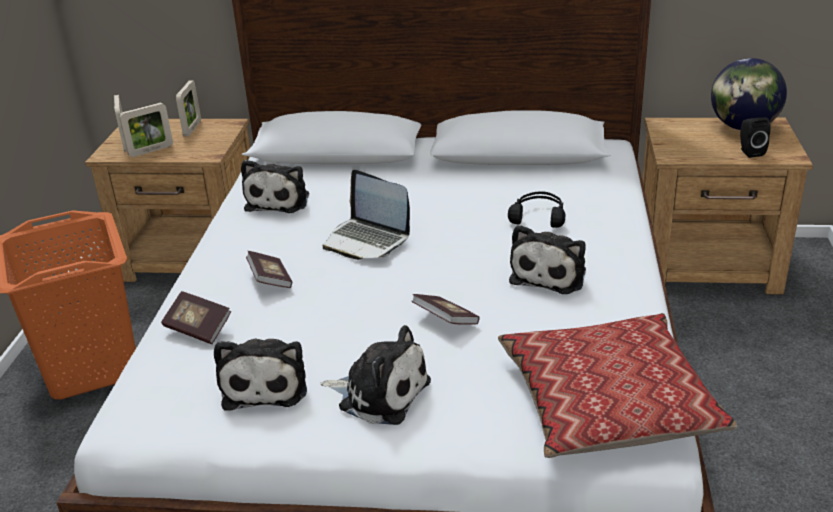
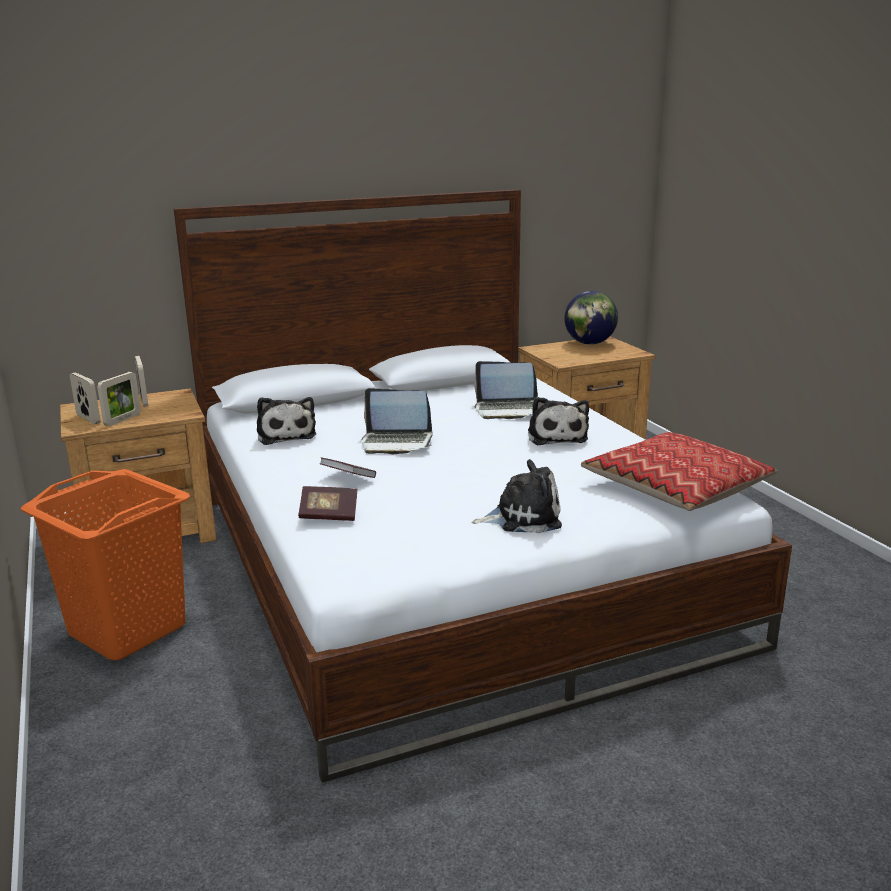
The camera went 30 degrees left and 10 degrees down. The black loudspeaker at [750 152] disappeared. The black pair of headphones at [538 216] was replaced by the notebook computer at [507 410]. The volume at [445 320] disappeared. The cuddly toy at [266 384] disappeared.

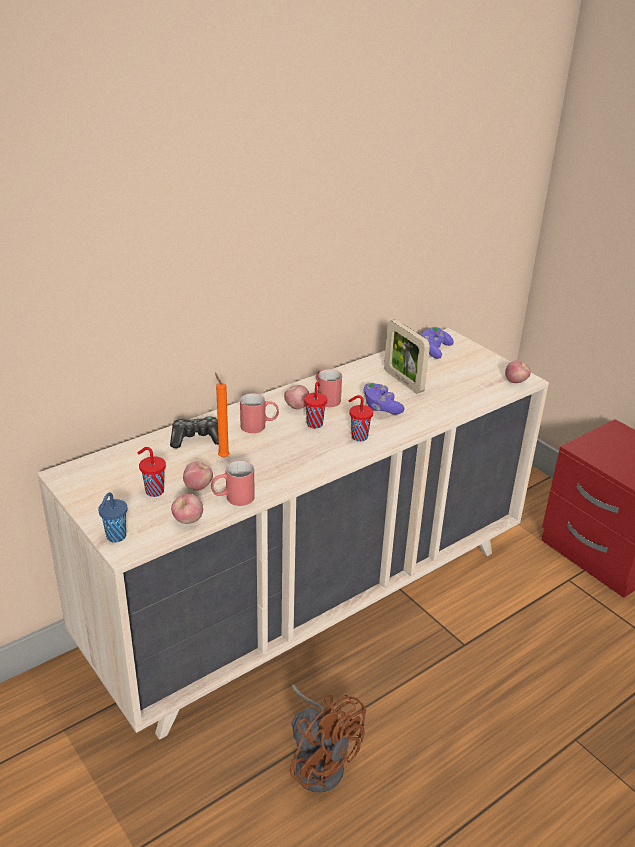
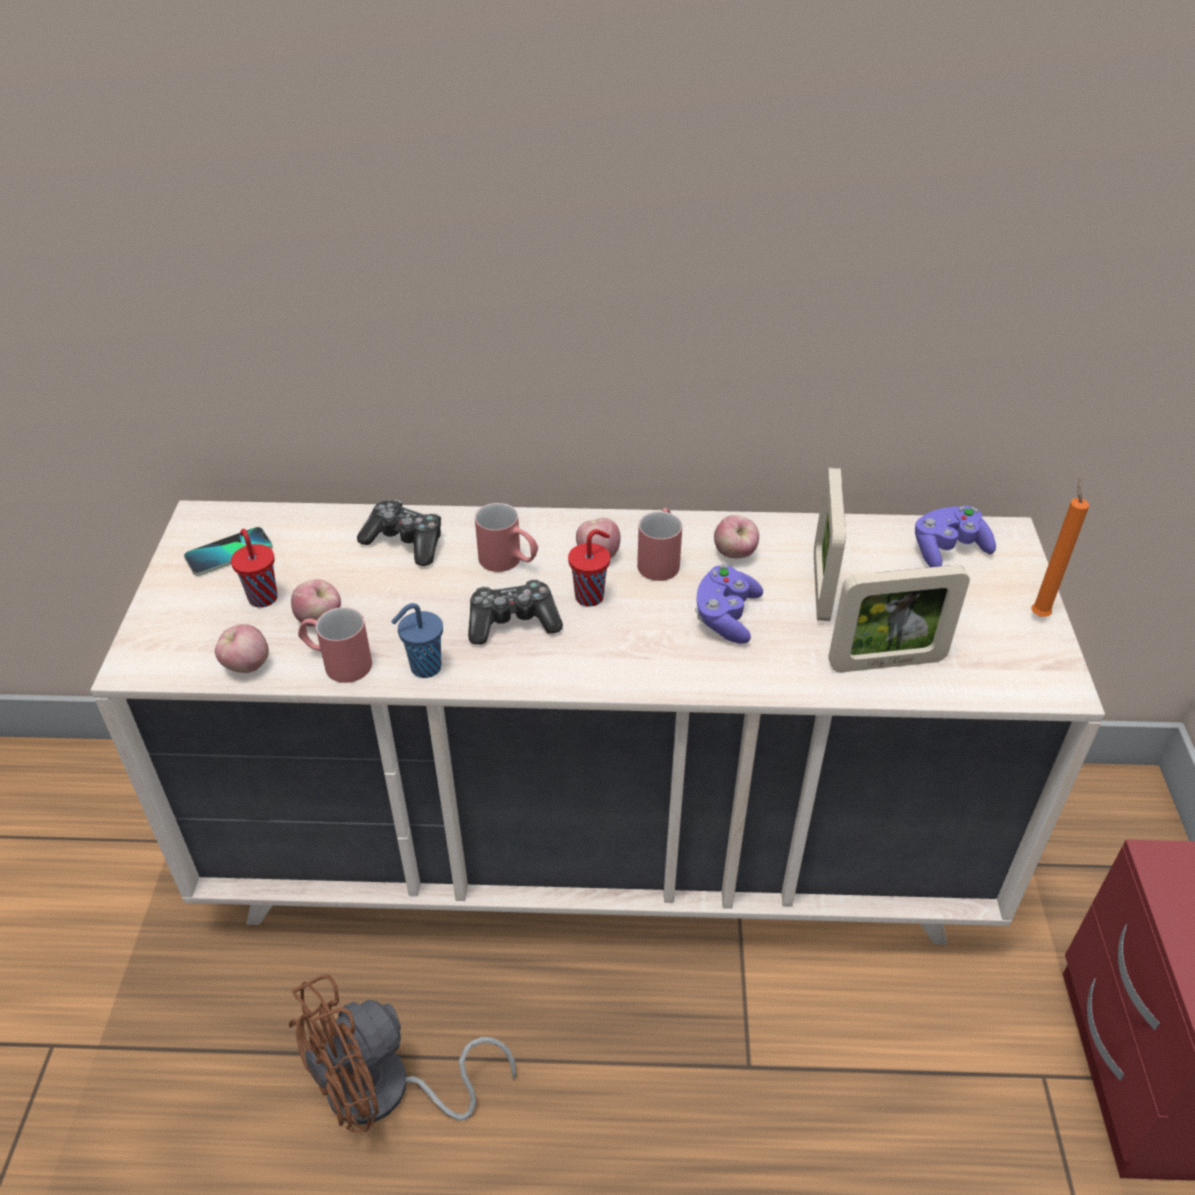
The camera went 40 degrees right and 10 degrees up. The apple moved from [516 382] to [734 554]. The orange-coloured candle moved from [222 456] to [1038 613]. The red-coloured drinking cup at [358 437] disappeared. The blue-coloured drinking cup moved from [115 537] to [424 668]. The brownish fan at [319 760] turned 60 degrees clockwise. The telephone at [229 553] appeared. The picture frame at [886 662] appeared. The game controller at [513 622] appeared.

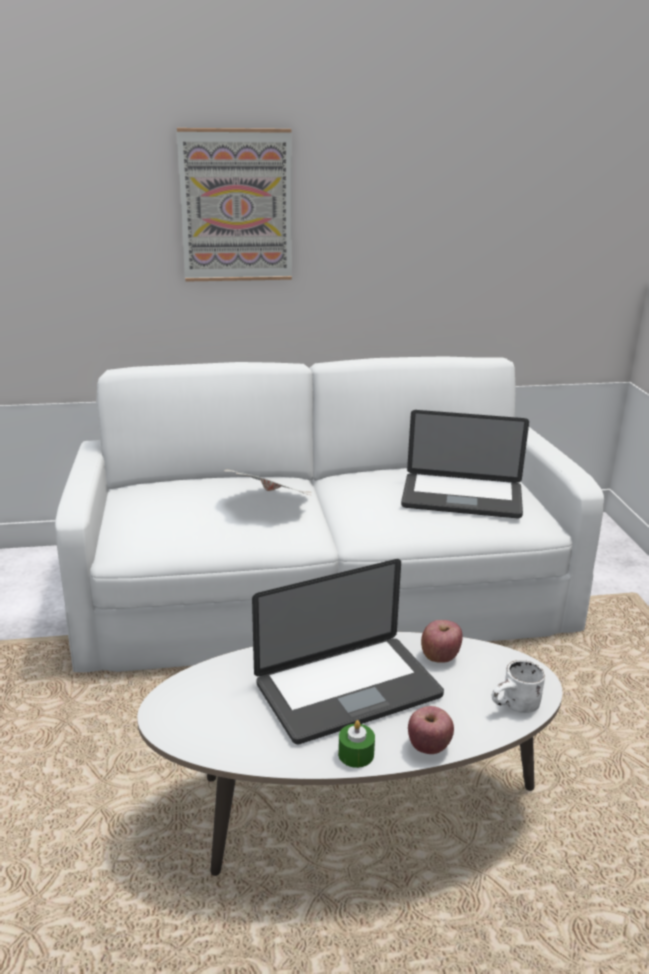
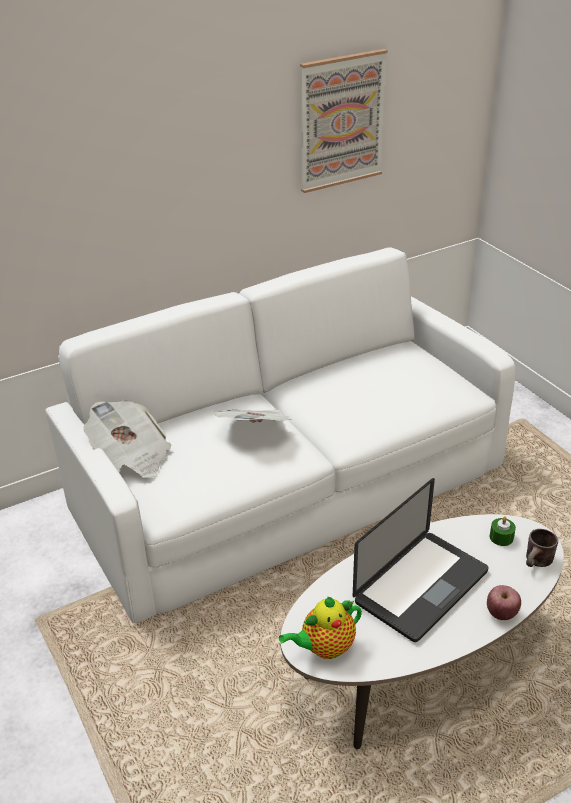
The camera went 20 degrees left and 10 degrees up. The picture moved from [236 206] to [341 121]. The notebook computer at [461 497] disappeared. The apple at [440 656] disappeared. The whitish mug at [517 707] became the brownish mug at [538 563]. The green-coloured candle moved from [356 754] to [501 537]. The daily paper at [131 455] appeared. The pot for tea at [324 648] appeared.

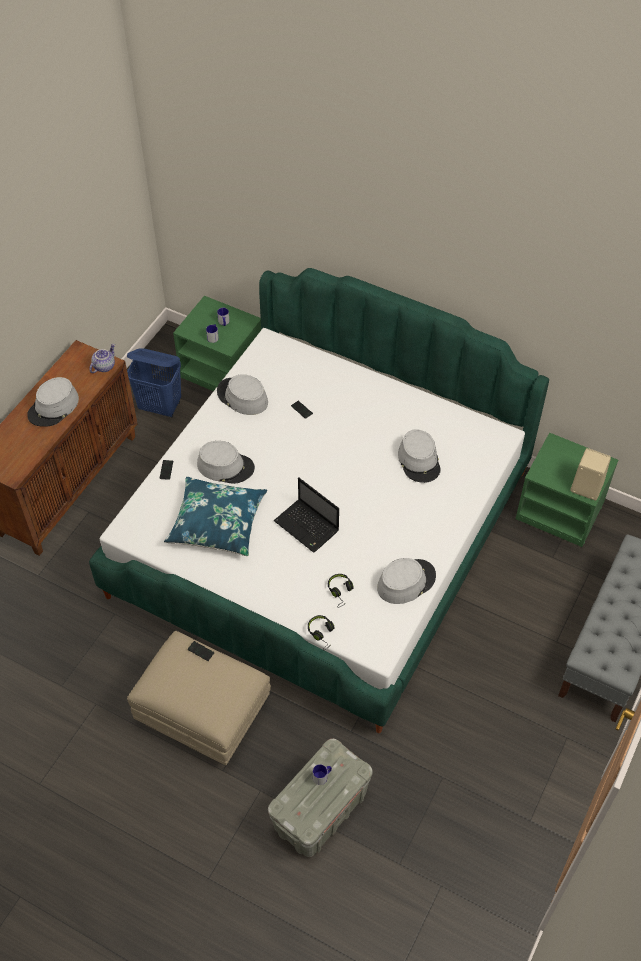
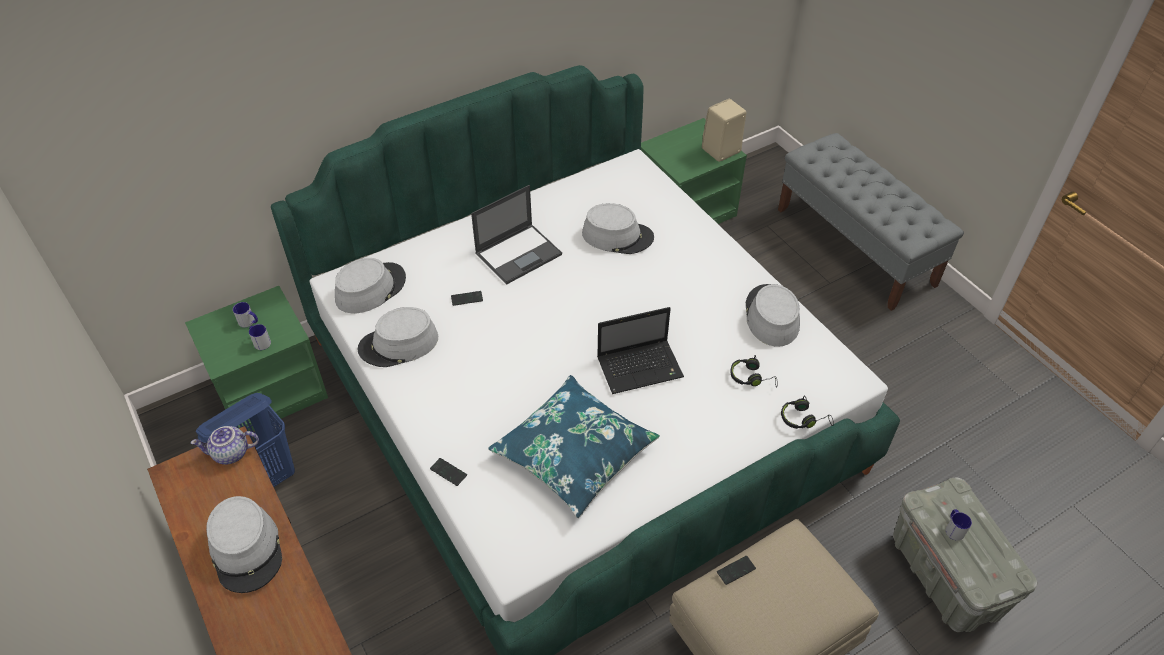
The camera went 60 degrees left and 5 degrees down. The pot for tea at [104 366] turned 75 degrees counterclockwise. The grey clothing hat moved from [225 466] to [370 288]. The notebook computer at [519 253] appeared.

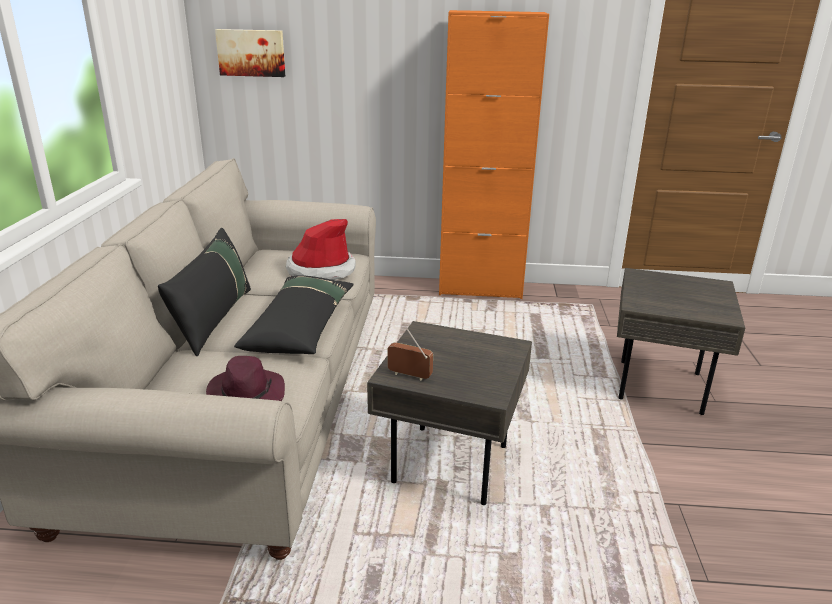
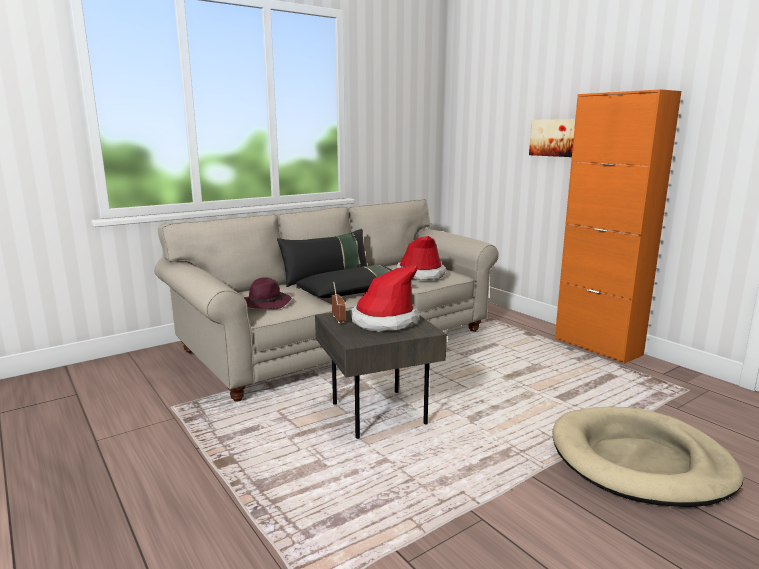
The camera went 50 degrees right and 10 degrees down. The picture moved from [251 52] to [555 137]. The grey accent table at [662 385] was replaced by the sand-coloured dog bed at [640 461]. The clothing hat at [384 321] appeared.

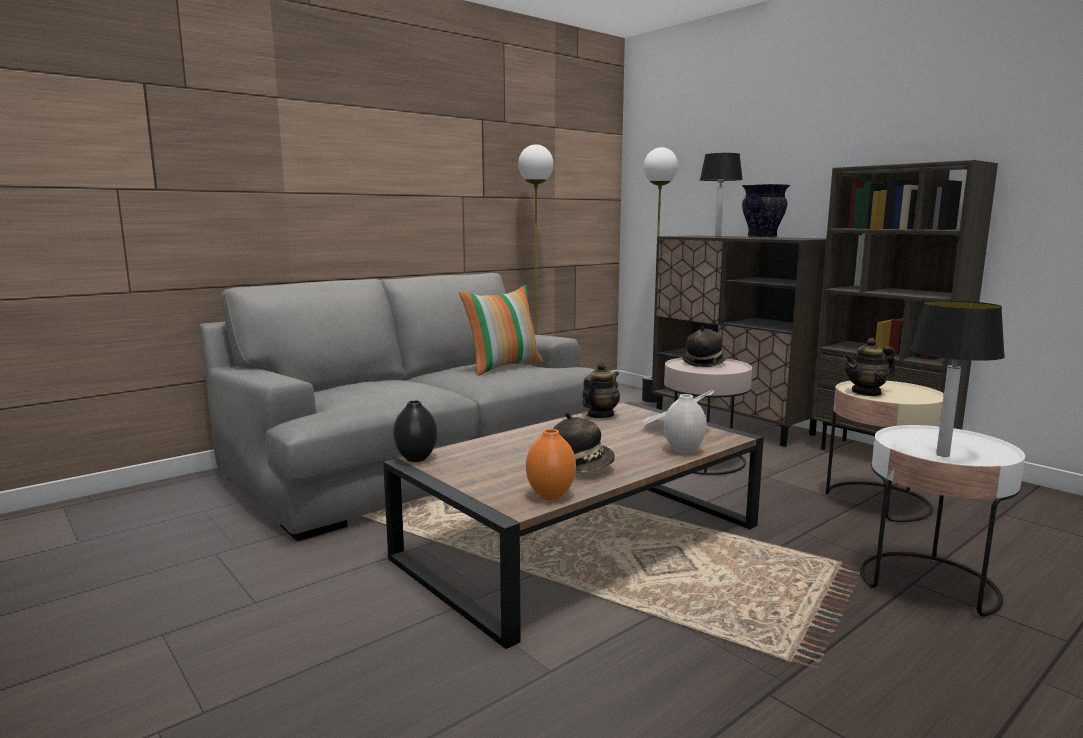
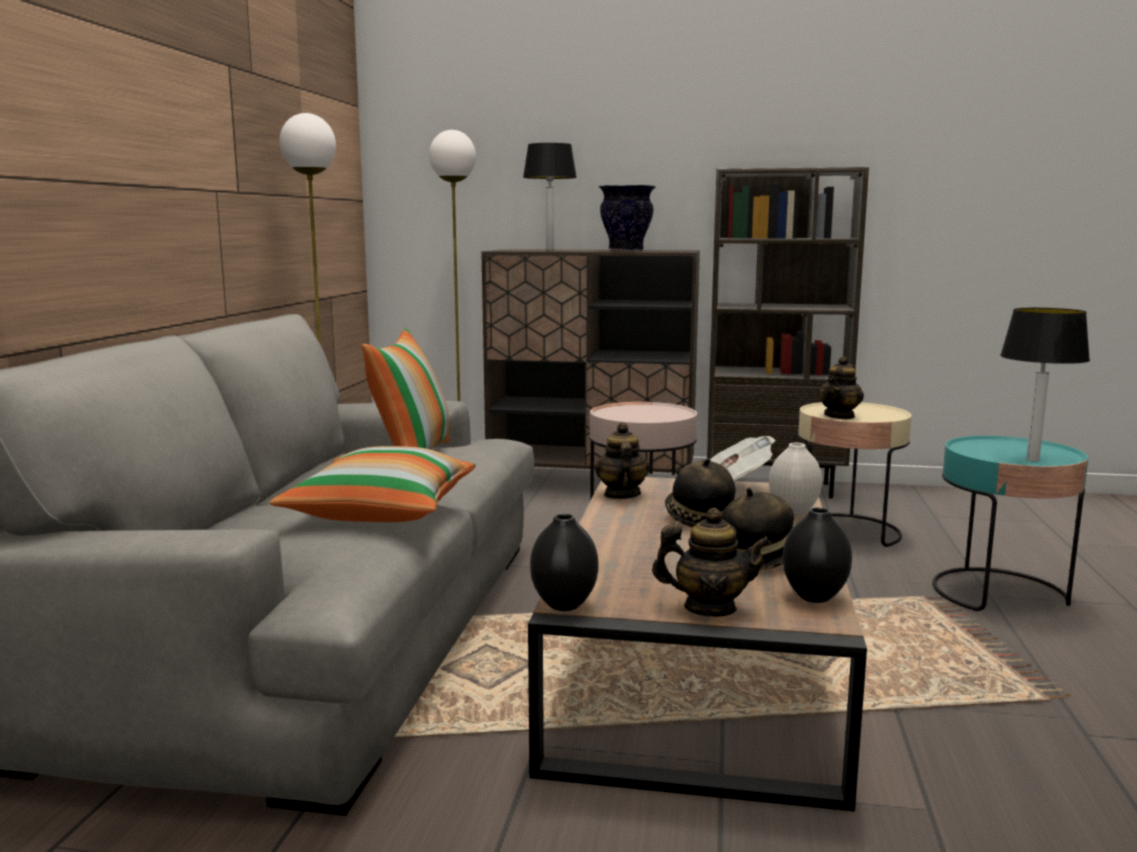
The camera went 40 degrees left and 0 degrees up. The clothing hat moved from [703 363] to [700 519]. The whitish accent table at [929 584] became the turquoise-coloured accent table at [999 593]. The orange-coloured decorative vase at [550 495] became the black decorative vase at [813 597]. The pillow at [381 511] appeared. The pot for tea at [709 608] appeared.

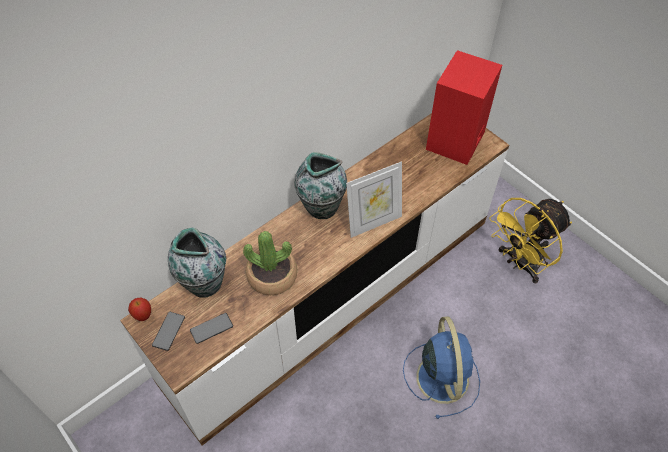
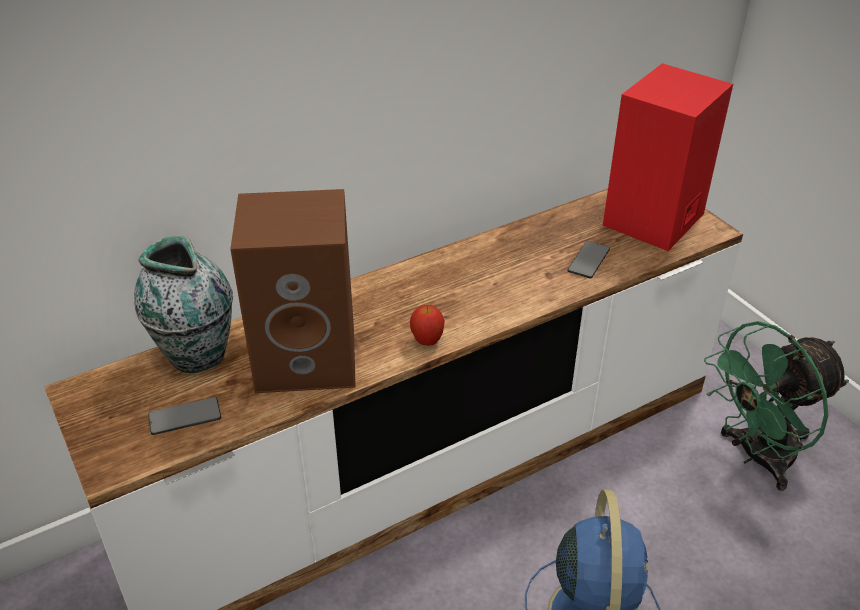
The camera went 10 degrees right and 15 degrees down. The decorative vase at [321 207] disappeared. The picture frame at [373 222] disappeared. The yellow-coloured fan at [520 263] became the green-coloured fan at [756 457]. The plant in a pot at [272 276] was replaced by the brownish loudspeaker at [309 358]. The apple moved from [143 316] to [427 341]. The telephone moved from [169 331] to [588 260].

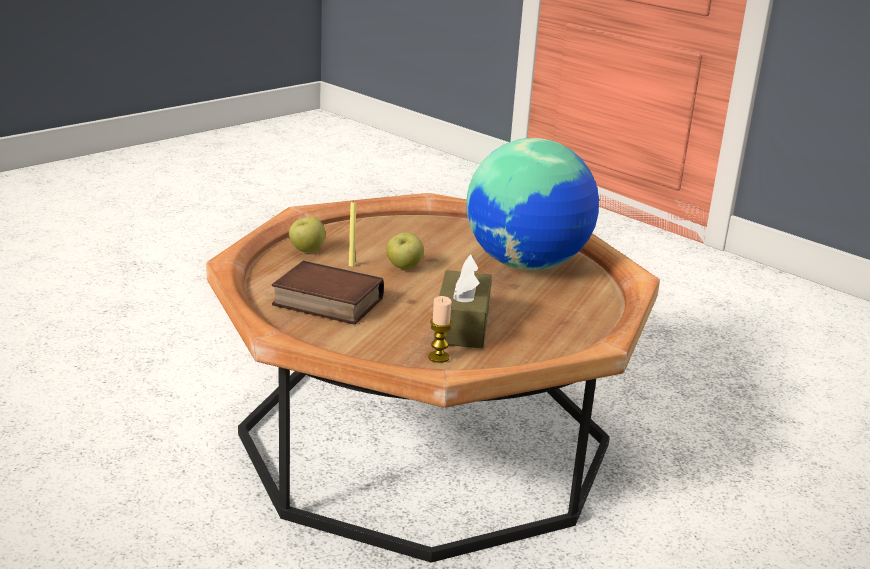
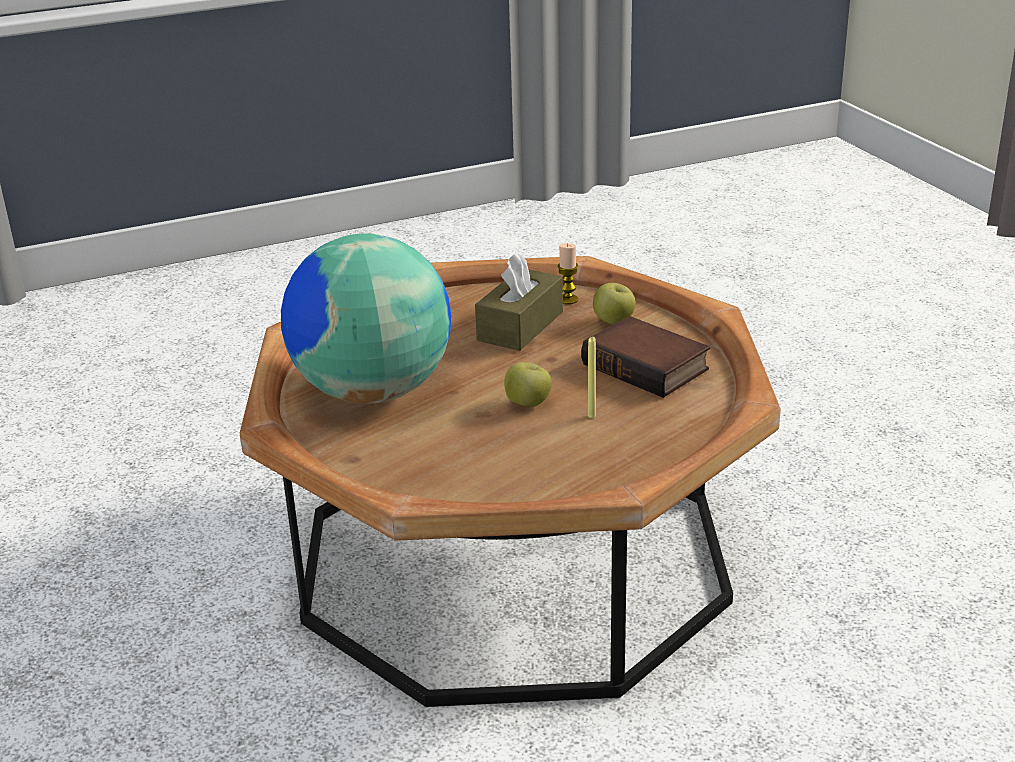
The camera went 155 degrees left and 5 degrees up. The apple moved from [307 251] to [614 322].

